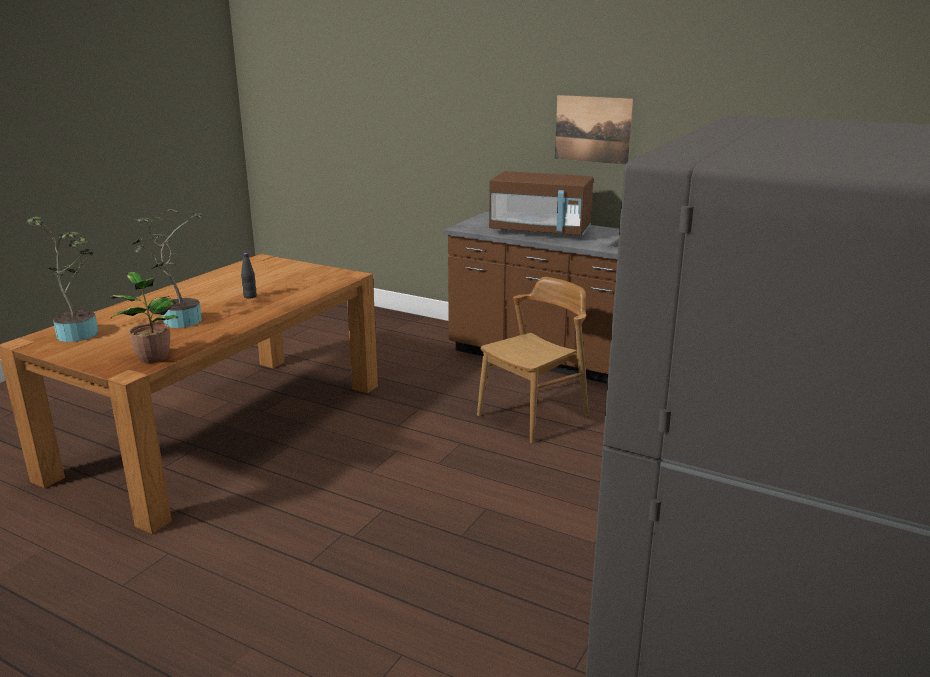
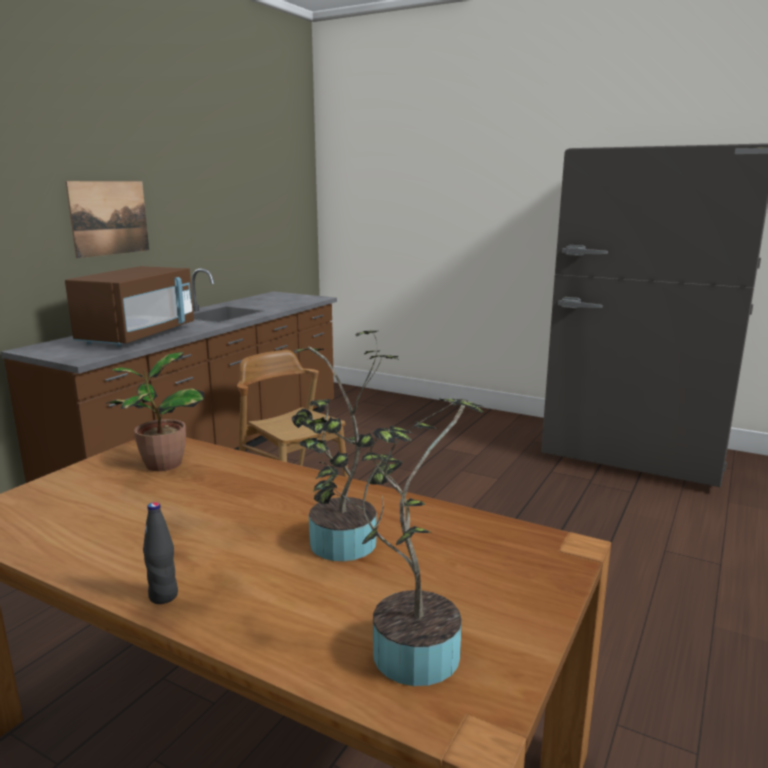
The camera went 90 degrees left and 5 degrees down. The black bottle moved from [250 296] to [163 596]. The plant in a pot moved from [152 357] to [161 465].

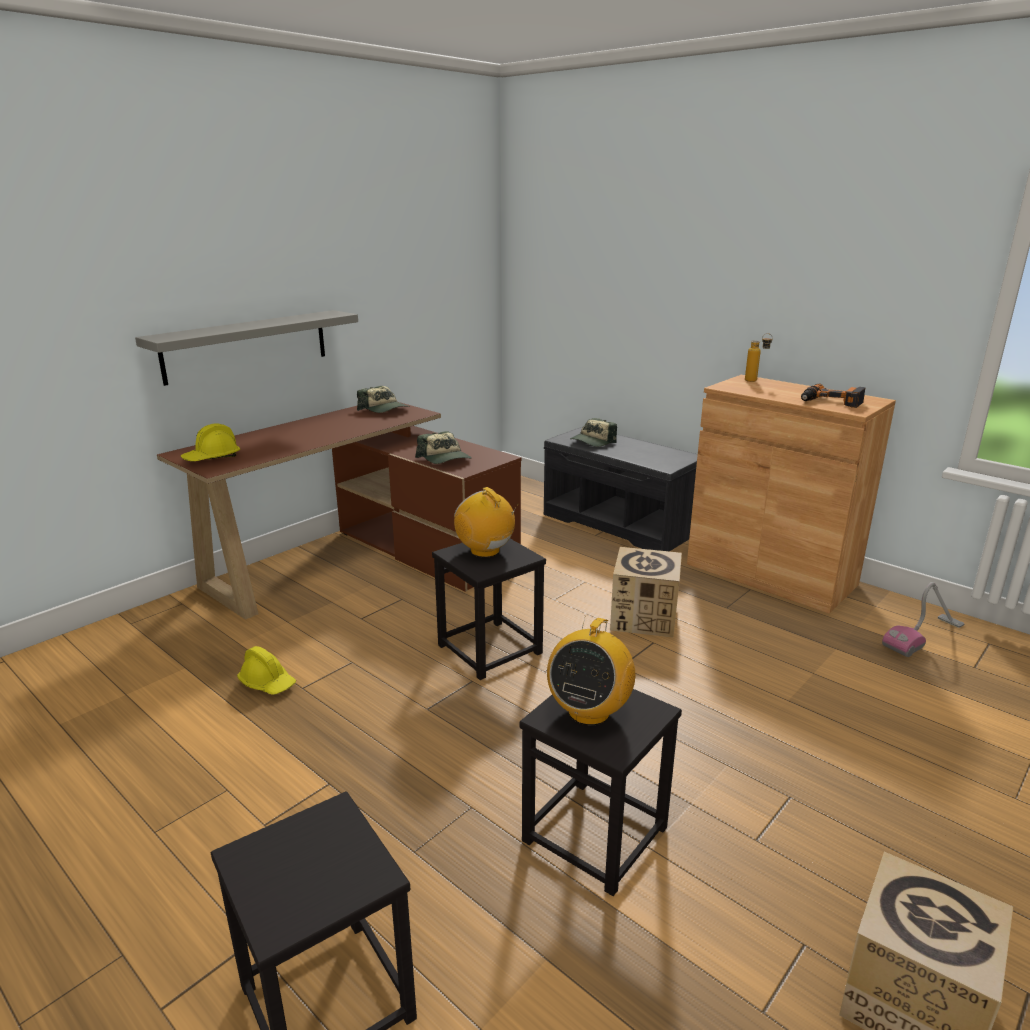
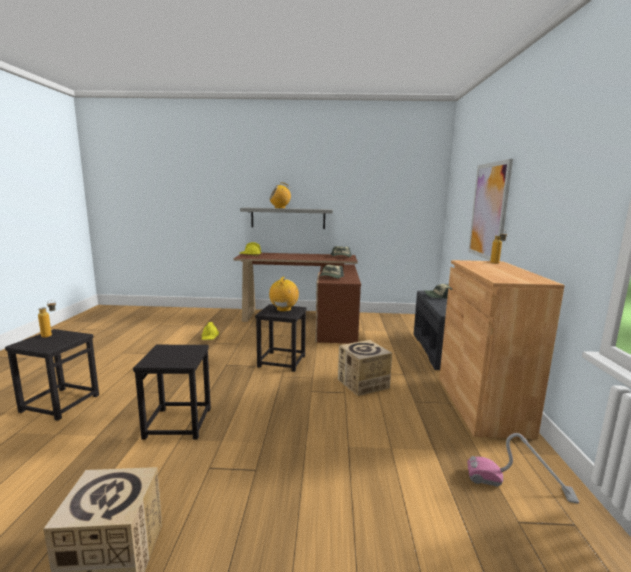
The camera went 50 degrees right and 10 degrees down. The drill at [831 402] disappeared. The radio set moved from [589 711] to [280 208]. The picture at [489 211] appeared. The bottle at [50 335] appeared.

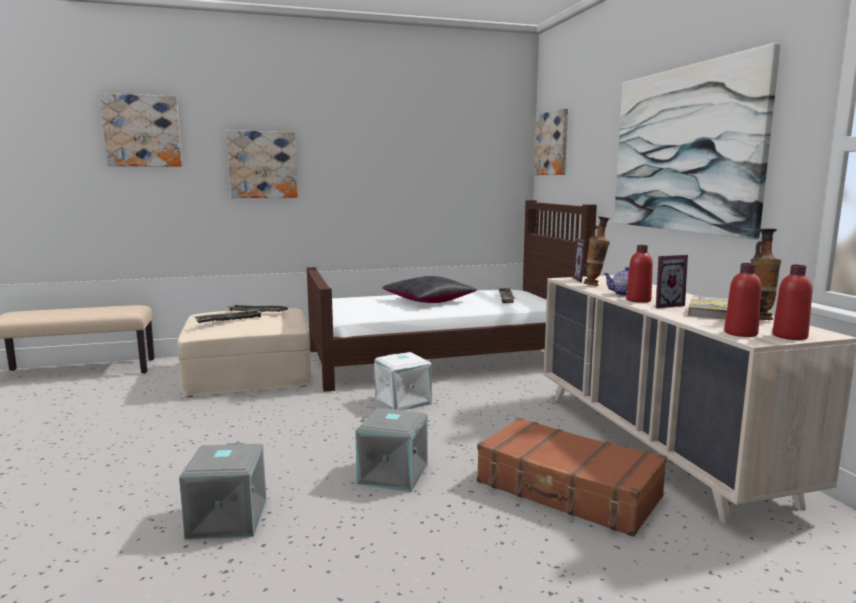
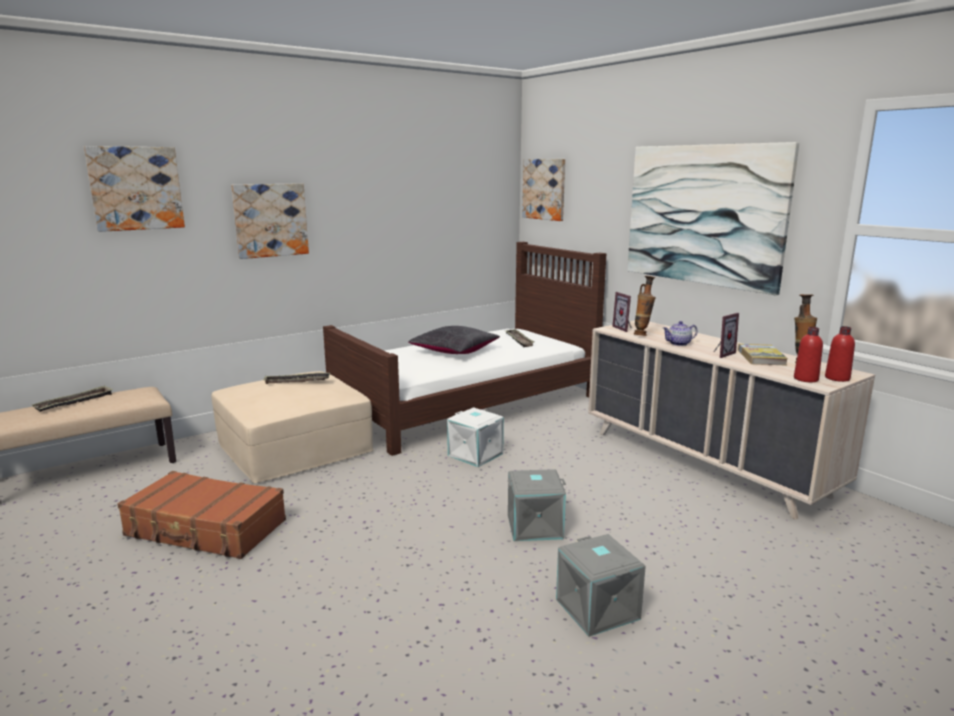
The camera went 20 degrees left and 5 degrees up. The red-coloured bottle at [638 300] disappeared. The carrying tray moved from [229 320] to [74 402]. The brownish travel case moved from [567 490] to [206 529]. The grey storage box moved from [226 519] to [596 609].

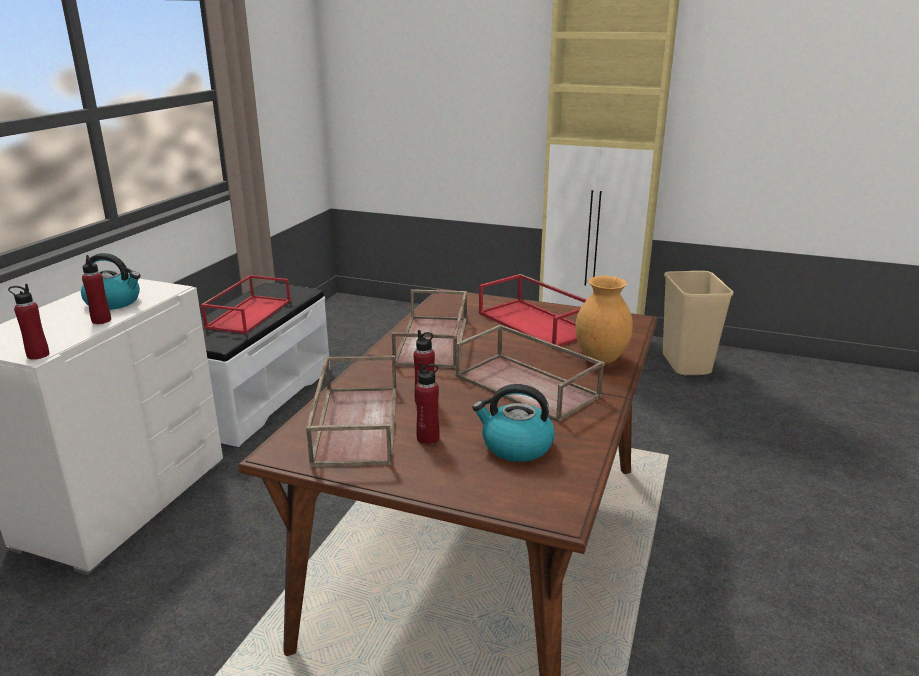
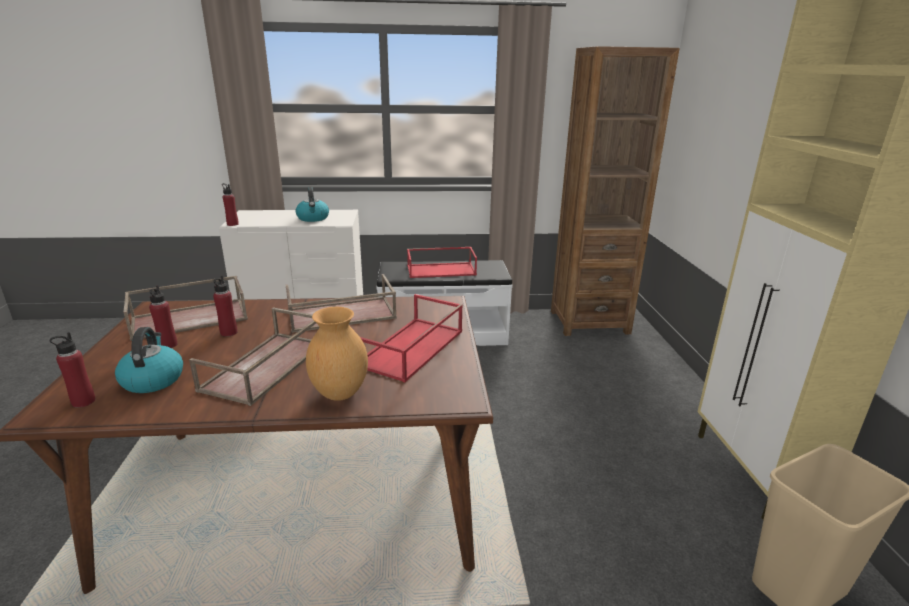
The camera went 65 degrees right and 0 degrees up. The red-coloured bottle moved from [101 320] to [83 401]. The brownish shelving unit at [589 322] appeared.

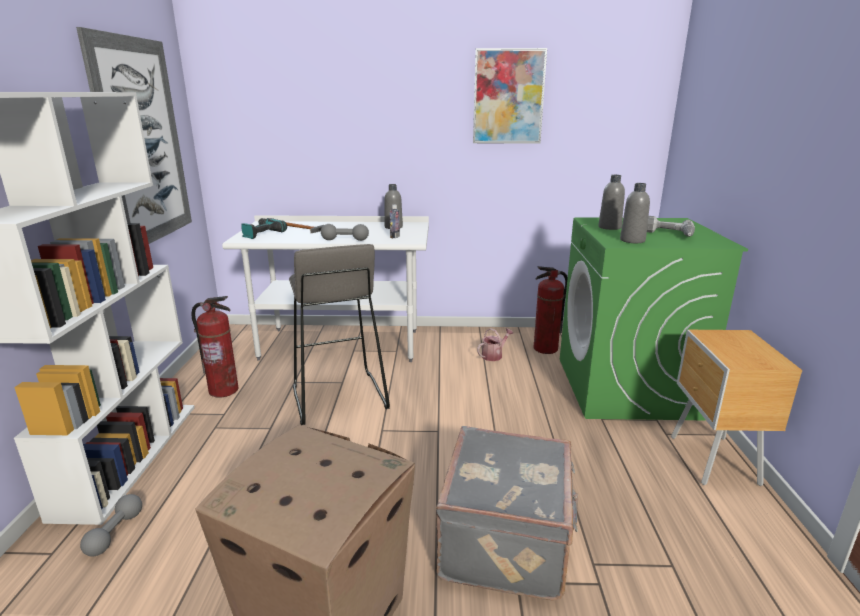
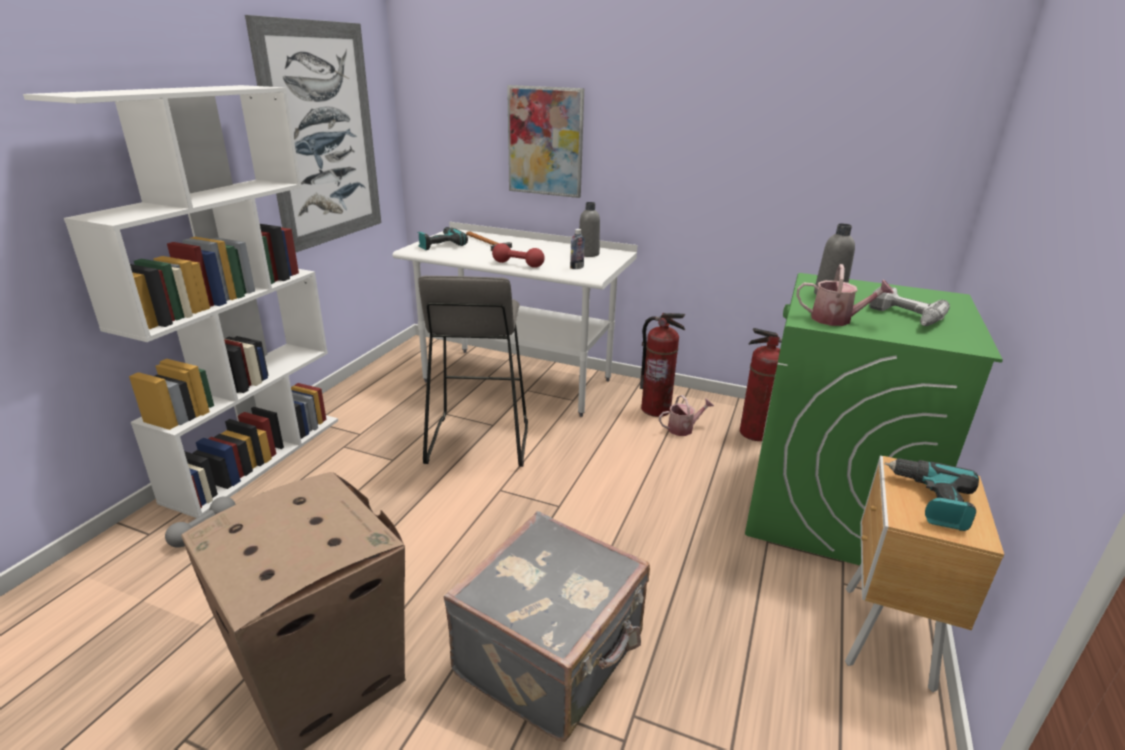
The camera went 20 degrees right and 5 degrees up. The picture moved from [508 97] to [545 142]. The grey bottle at [632 240] was replaced by the watering can at [837 319]. The grey dumbbell at [345 240] became the red-coloured dumbbell at [518 264]. The extinguisher moved from [223 390] to [655 409]. The drill at [931 501] appeared.

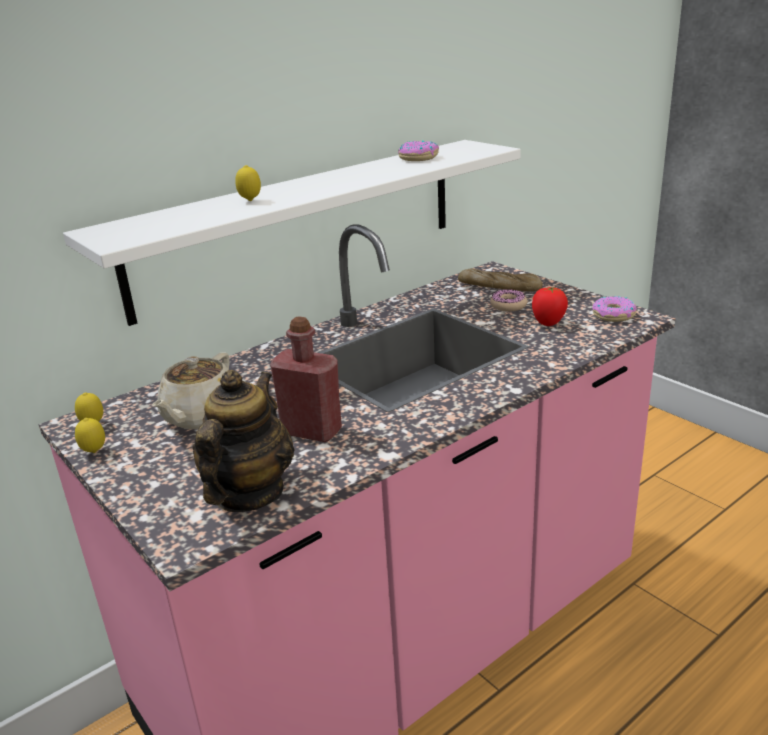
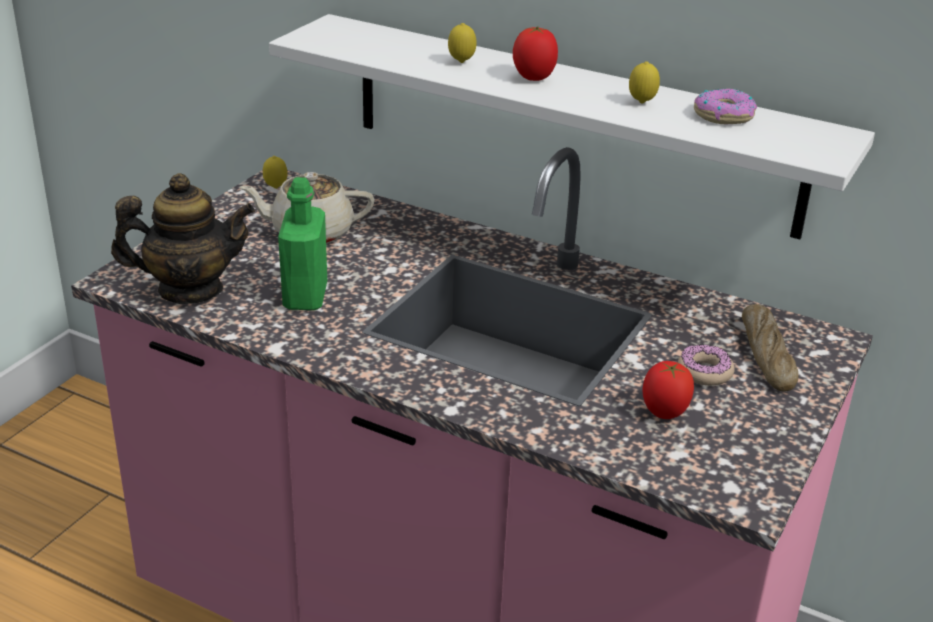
The camera went 65 degrees right and 5 degrees up. The donut at [613 315] disappeared. The red-coloured bottle at [311 431] became the green-coloured bottle at [305 296]. The citrus fruit moved from [94 452] to [641 103]. The whole tomato at [534 78] appeared.

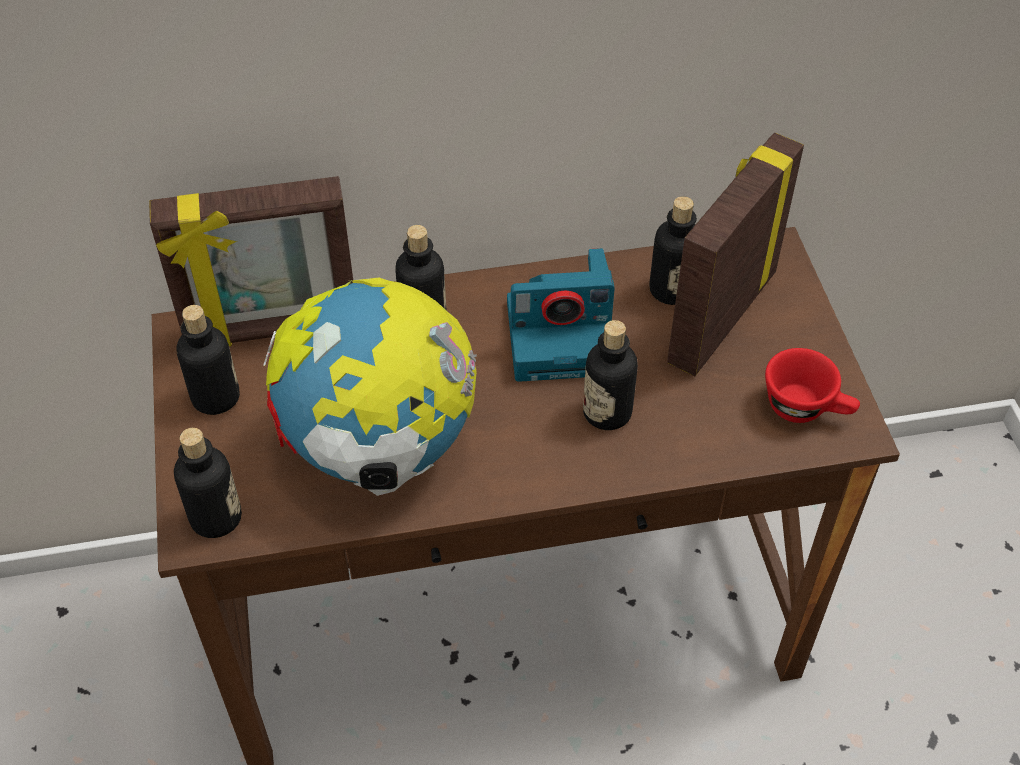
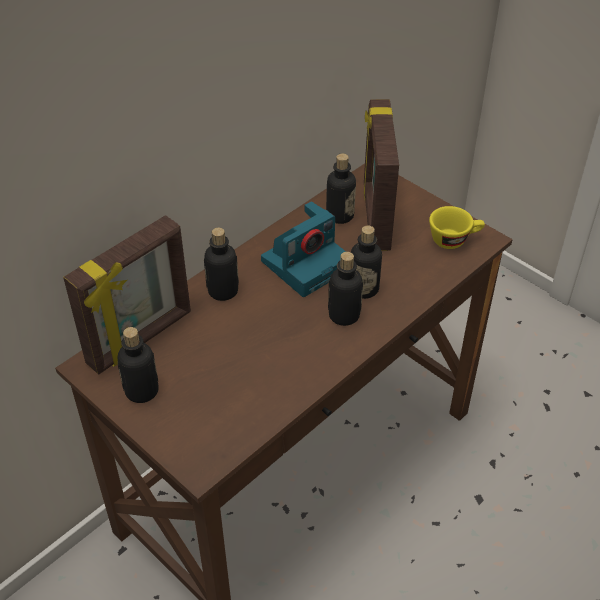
The camera went 35 degrees left and 5 degrees down. The globe at [379 448] disappeared. The red-coloured drinking cup at [806 408] became the yellow-coloured drinking cup at [454 239]. The bottle moved from [216 518] to [344 315].

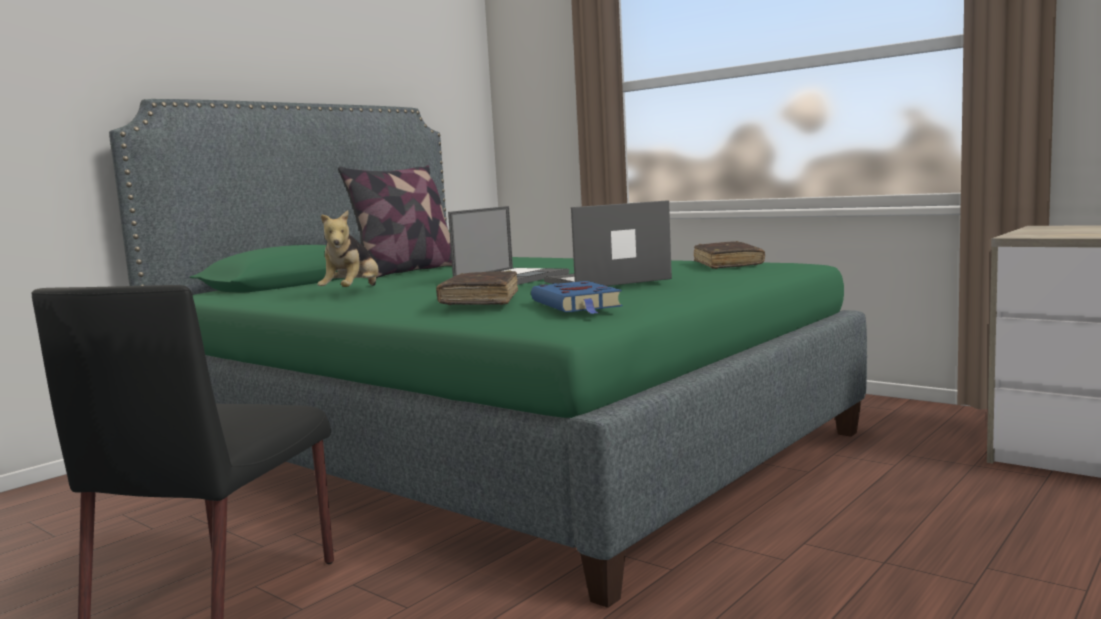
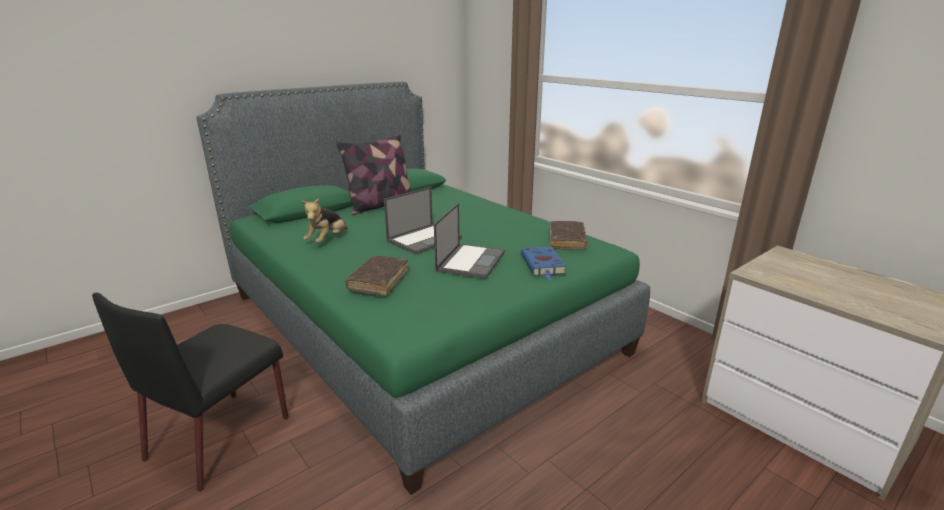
The camera went 10 degrees right and 15 degrees up. The notebook computer at [605 280] turned 120 degrees clockwise. The blue-coloured volume moved from [577 304] to [543 265].

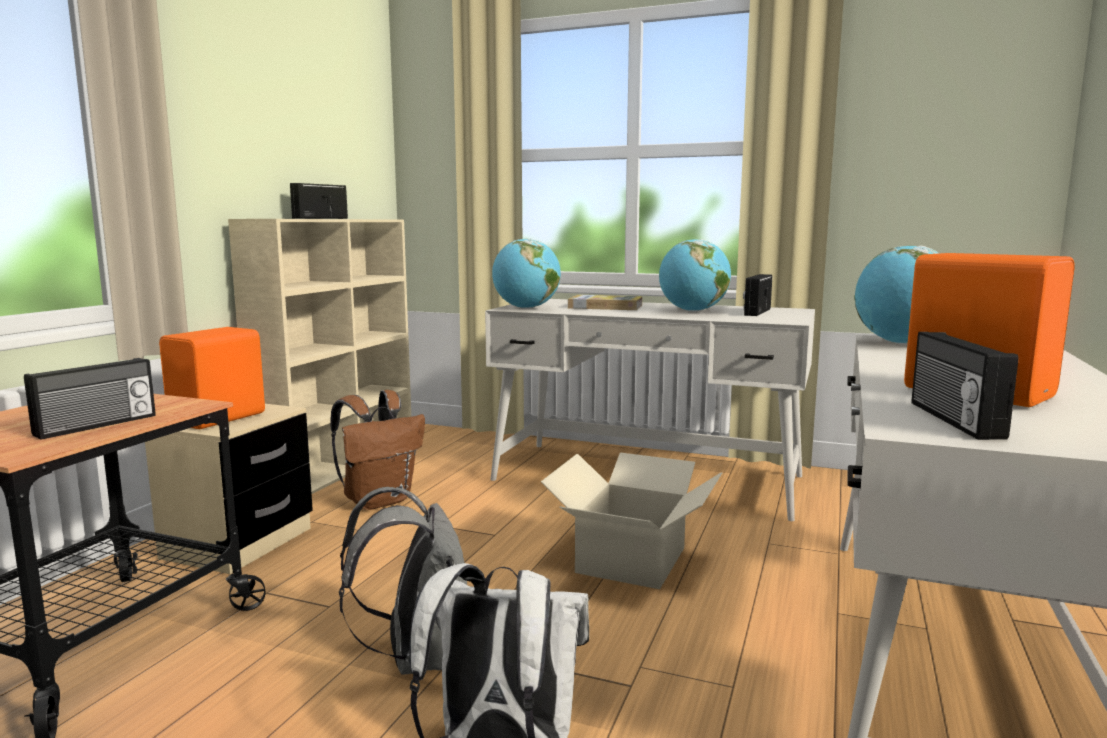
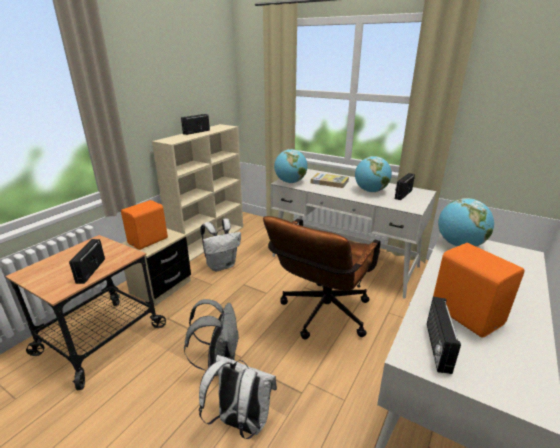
The camera went 10 degrees right and 15 degrees up. The radio set at [97 425] turned 135 degrees clockwise. The brownish knapsack at [379 500] became the whitish knapsack at [222 265]. The packing box at [630 560] was replaced by the brownish desk chair at [321 316].

